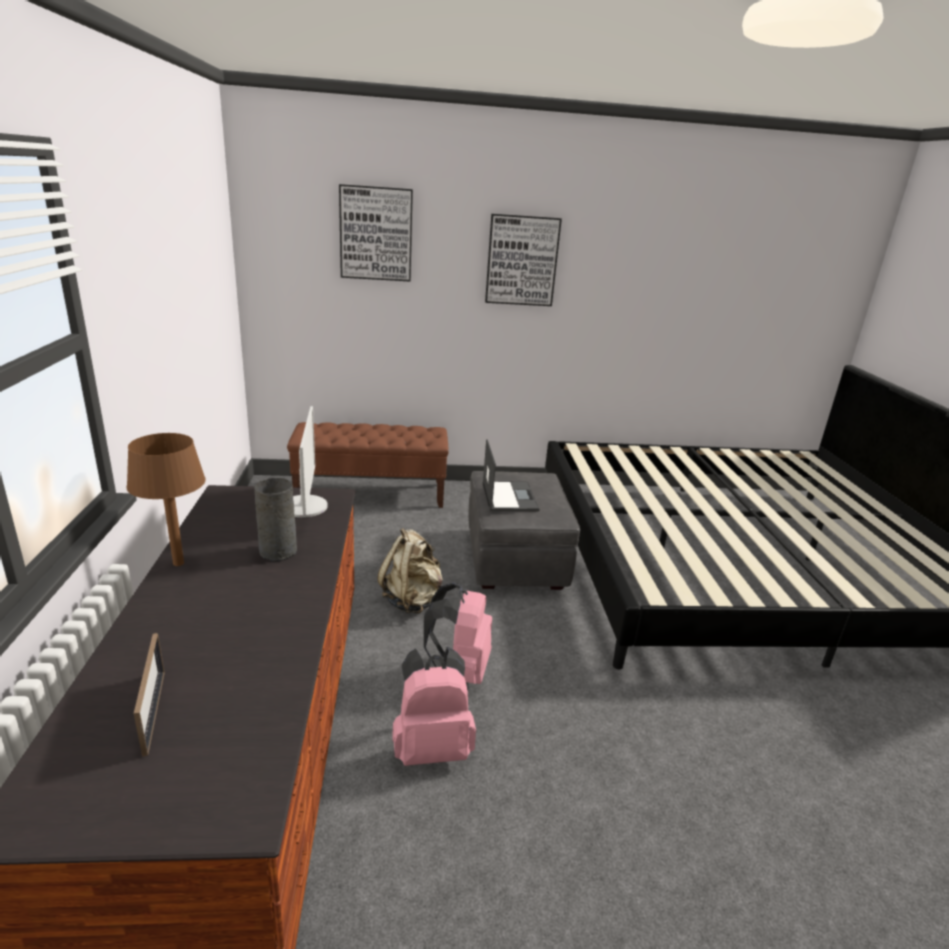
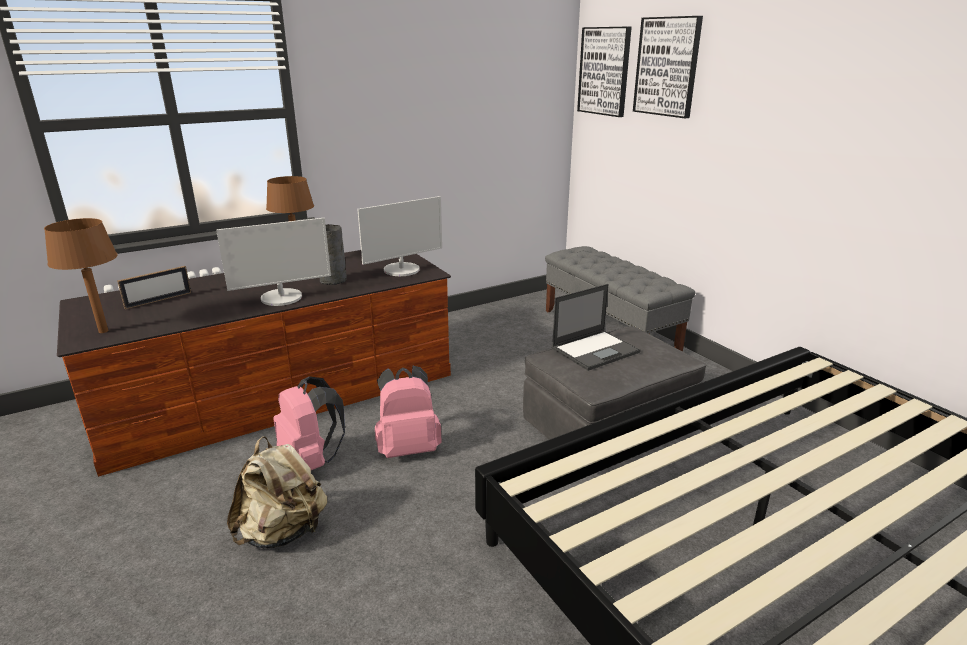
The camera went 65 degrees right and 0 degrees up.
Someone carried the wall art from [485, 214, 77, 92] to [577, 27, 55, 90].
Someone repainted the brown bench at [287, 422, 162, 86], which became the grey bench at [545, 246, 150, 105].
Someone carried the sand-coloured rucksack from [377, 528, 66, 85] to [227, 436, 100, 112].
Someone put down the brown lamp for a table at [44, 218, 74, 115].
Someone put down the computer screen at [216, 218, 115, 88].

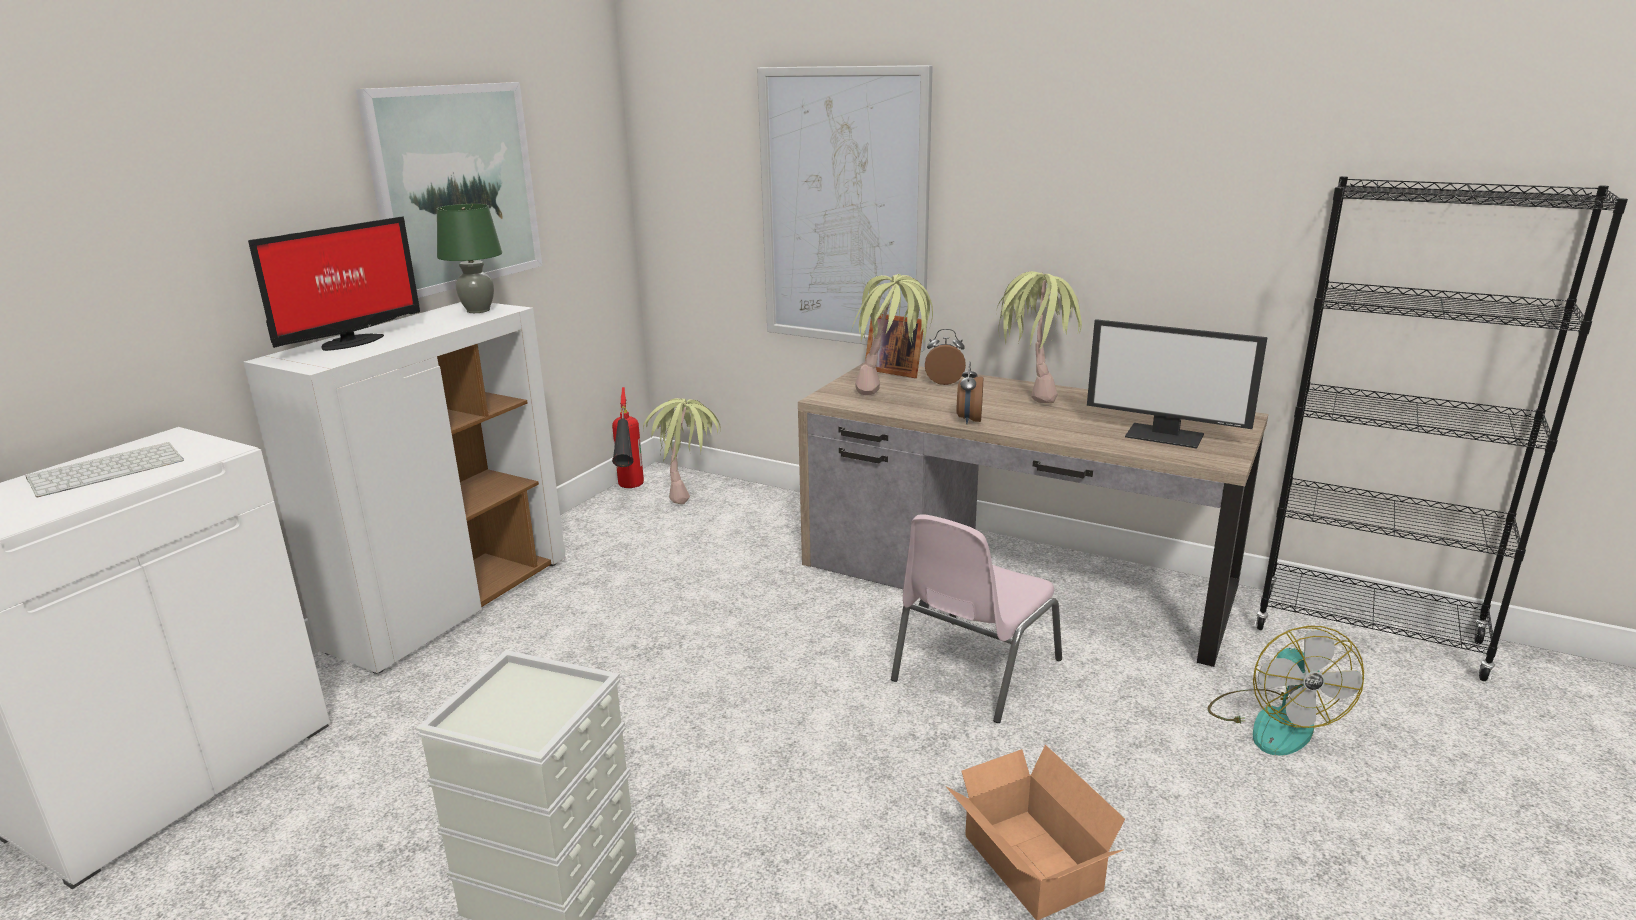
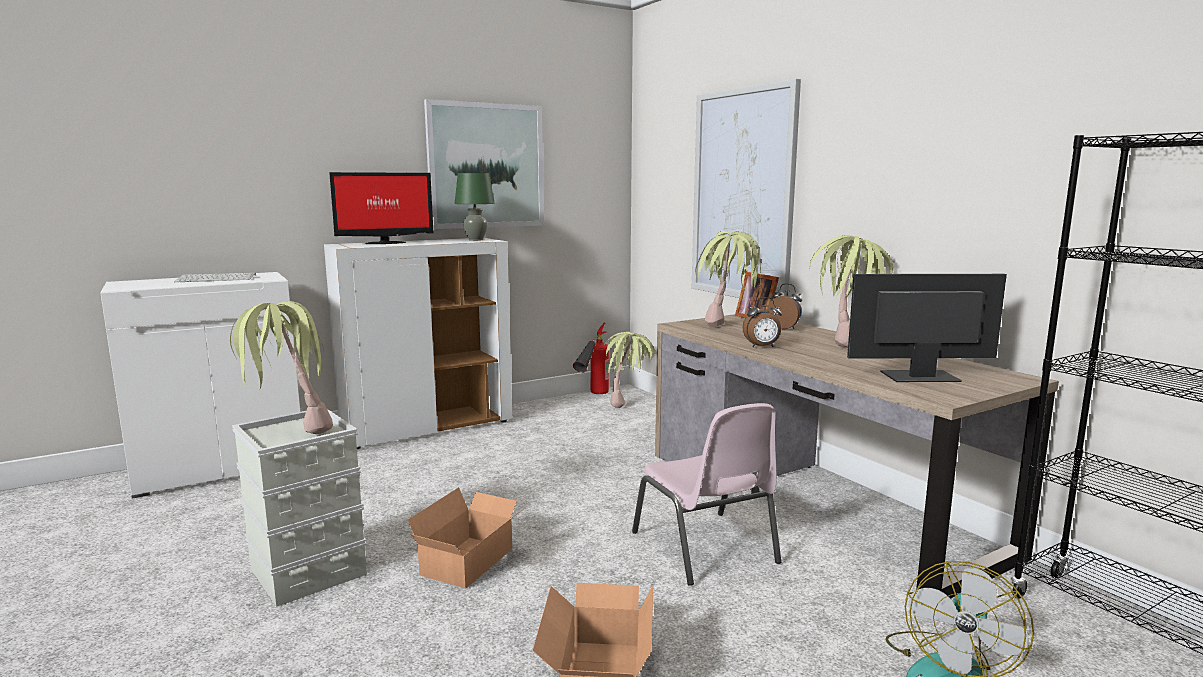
The camera went 30 degrees right and 10 degrees down.
Someone rotated the computer screen at [1087, 319, 181, 129] by 120 degrees clockwise.
Someone rotated the alarm clock at [957, 361, 26, 63] by 135 degrees counterclockwise.
Someone rotated the pink plain chair at [891, 515, 171, 208] by 90 degrees counterclockwise.
Someone put down the plant in a pot at [230, 301, 103, 133].
Someone put down the carton at [408, 487, 115, 101].

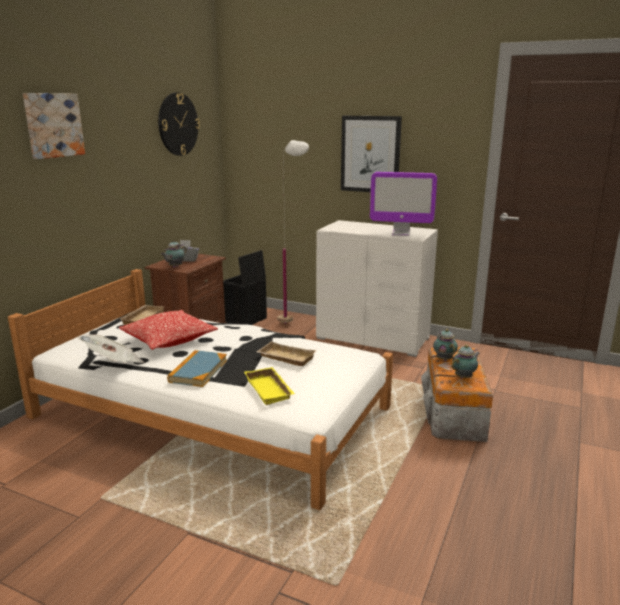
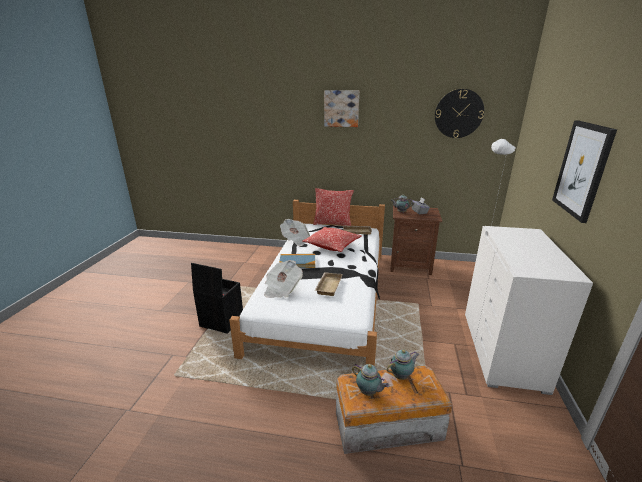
The camera went 75 degrees right and 5 degrees up.
Someone took away the computer screen at [370, 172, 67, 64].
Someone carried the black-coloured storage container from [223, 250, 44, 75] to [191, 263, 52, 71].
Someone swapped the yellowish carrying tray at [244, 367, 51, 38] for the daily paper at [264, 260, 39, 38].
Someone put down the pillow at [313, 188, 41, 38].

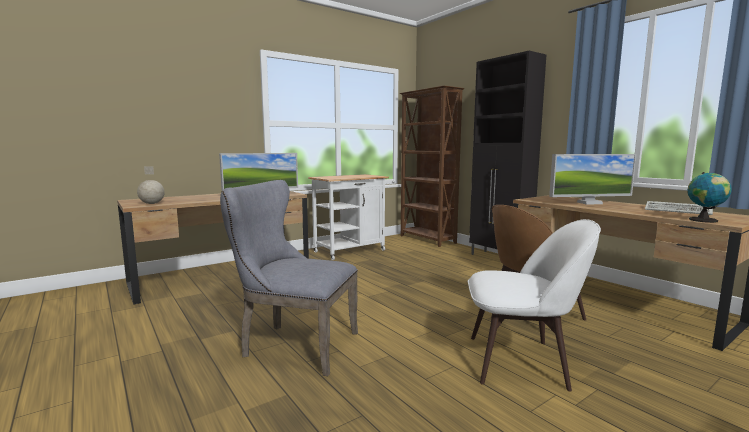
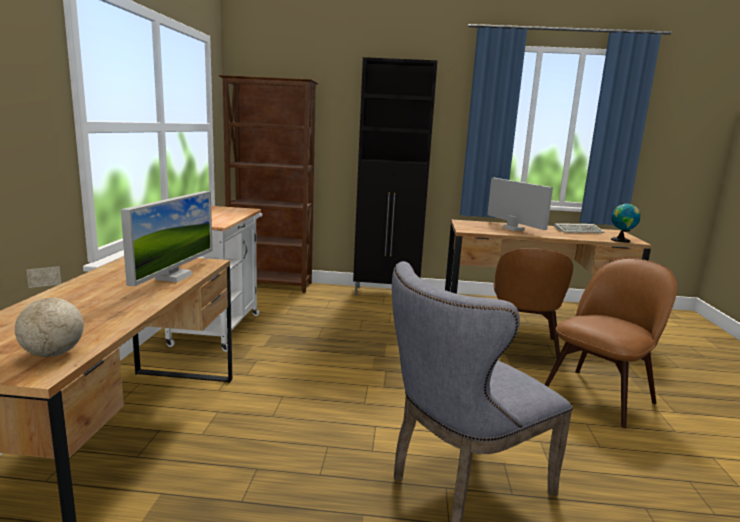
The camera went 50 degrees left and 5 degrees up.
Someone rotated the computer screen at [549, 154, 88, 51] by 60 degrees counterclockwise.
Someone repainted the white plain chair at [468, 219, 133, 173], which became the brown plain chair at [544, 258, 133, 170].

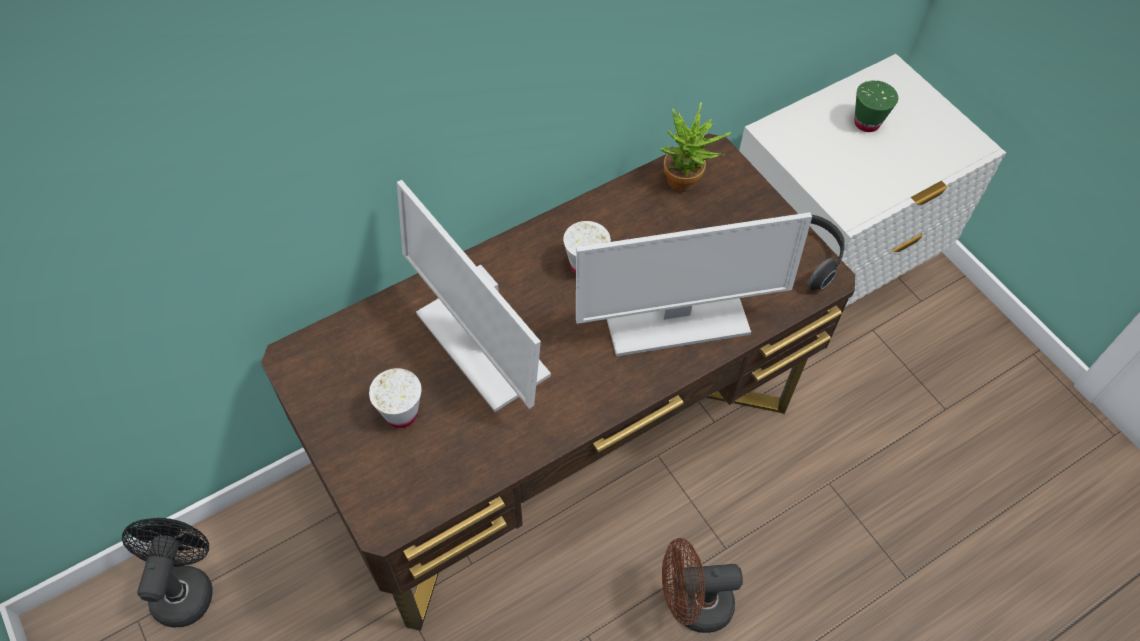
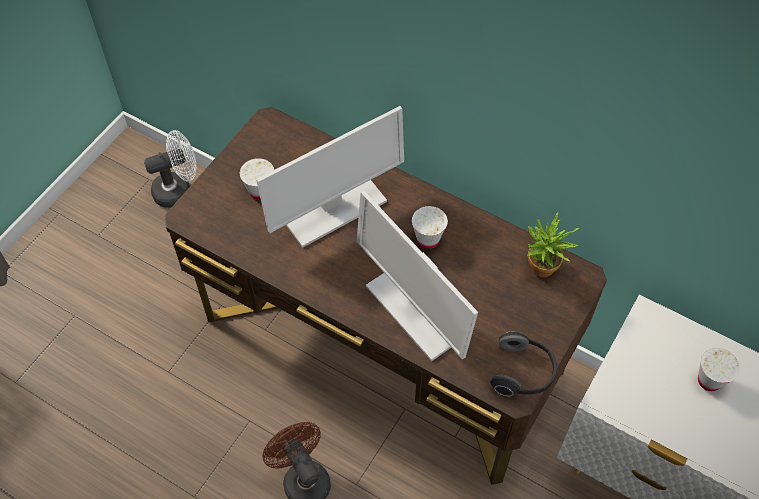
The camera went 65 degrees right and 0 degrees up.
Someone repainted the greenish drinking cup at [854, 80, 44, 52], which became the white drinking cup at [698, 348, 42, 43].
Someone rotated the computer screen at [397, 180, 154, 232] by 150 degrees counterclockwise.
Someone repainted the black-coloured electric fan at [122, 518, 91, 109], which became the white electric fan at [144, 130, 53, 78].

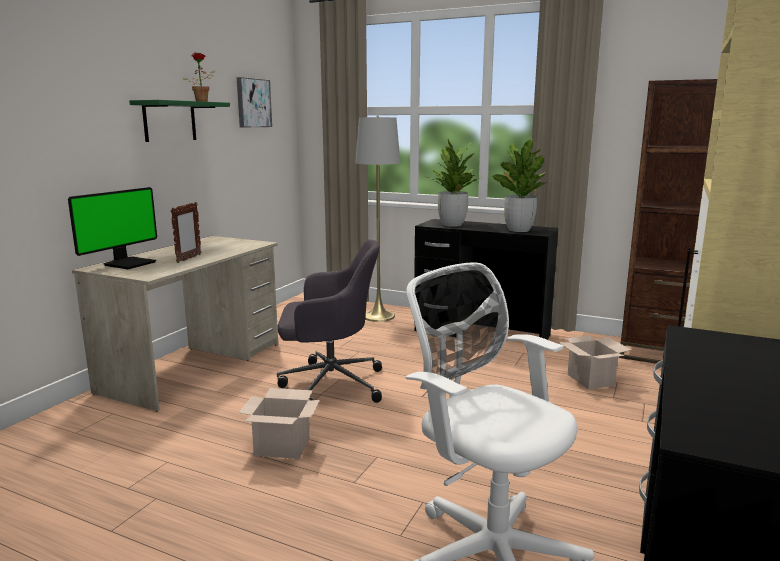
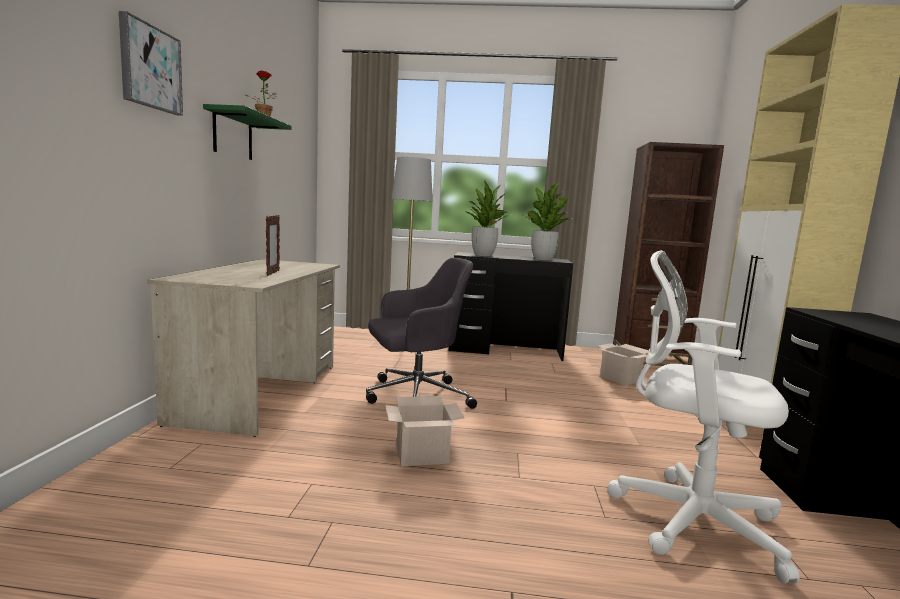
The camera went 20 degrees left and 5 degrees down.
Someone carried the wall art from [237, 77, 35, 50] to [119, 11, 64, 105].
Someone took away the computer screen at [68, 187, 89, 82].

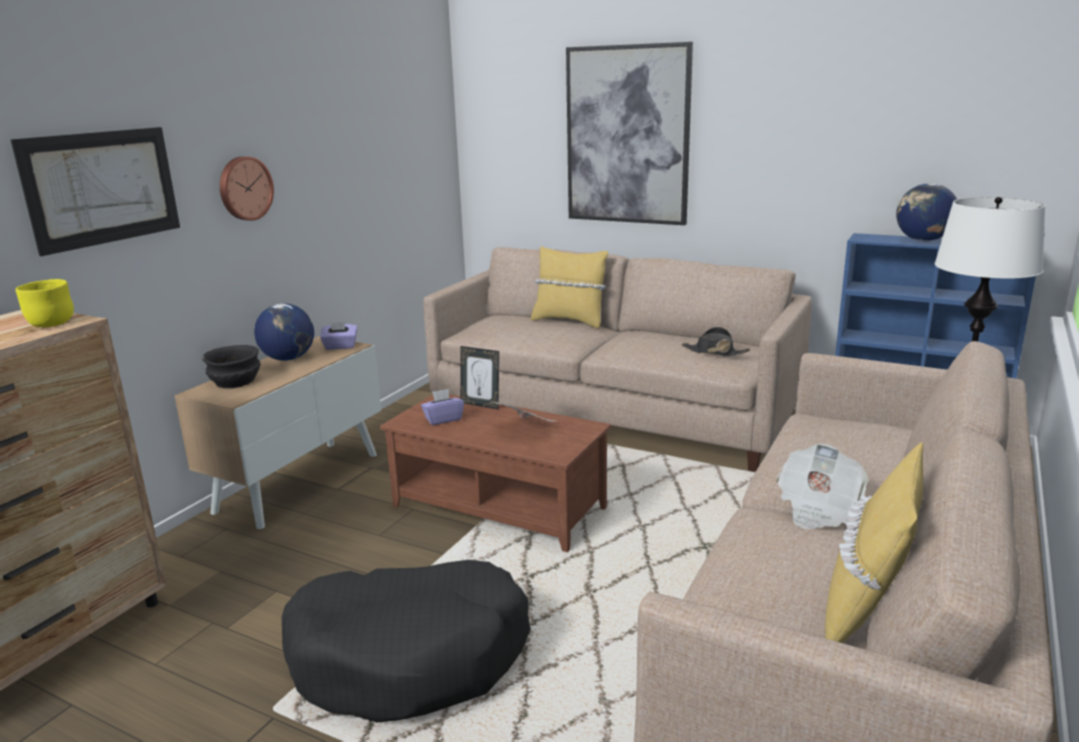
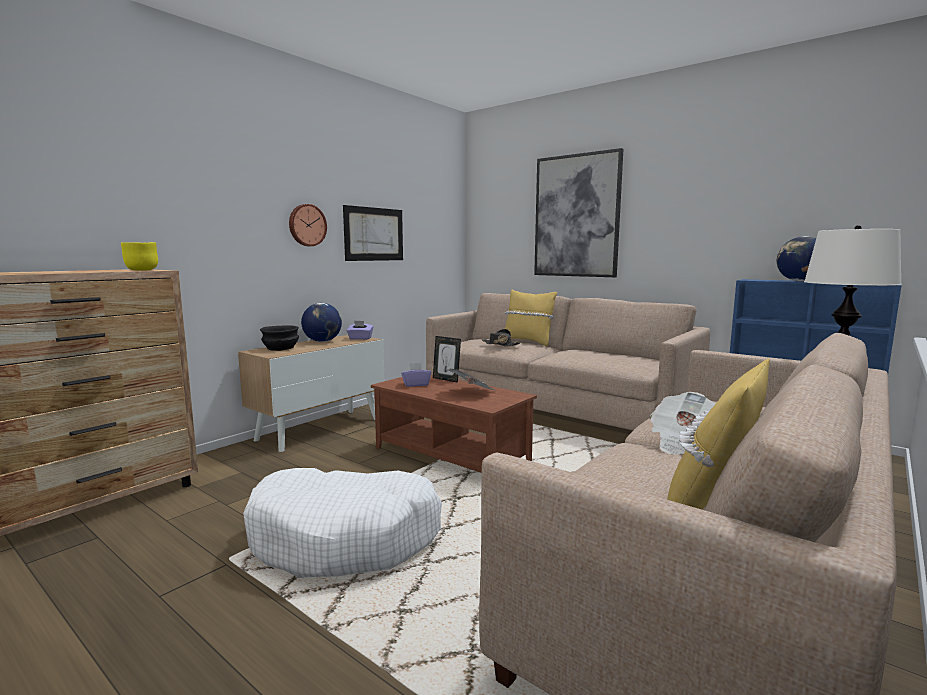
The camera went 10 degrees right and 10 degrees down.
Someone carried the wall art from [11, 127, 169, 129] to [343, 205, 60, 56].
Someone carried the black-coloured hat from [682, 327, 68, 30] to [482, 329, 39, 17].
Someone repainted the black-coloured pet bed at [282, 560, 248, 163], which became the white pet bed at [243, 468, 199, 110].

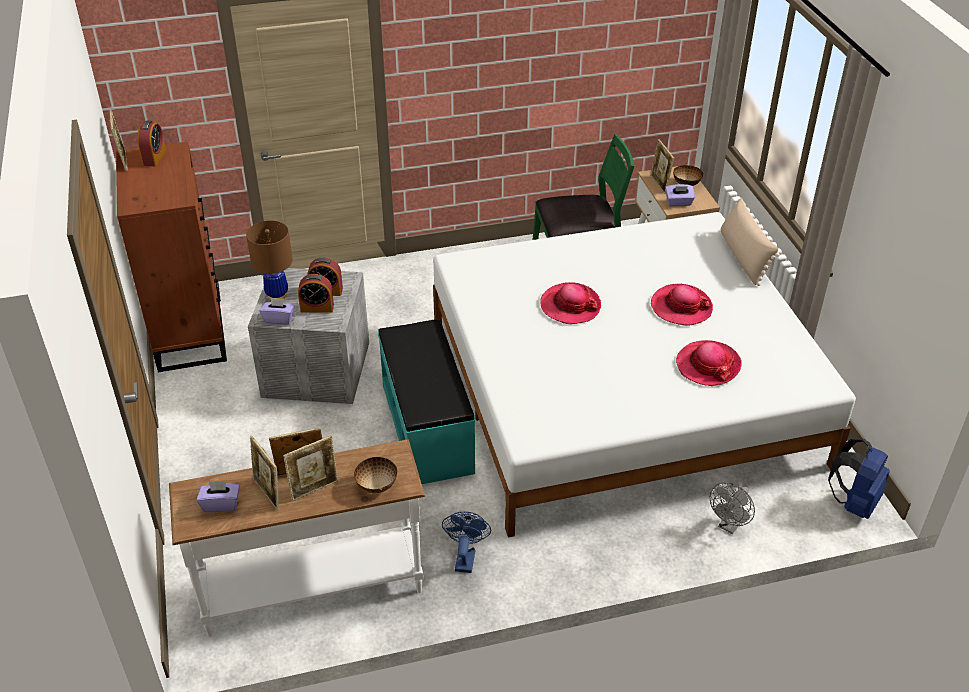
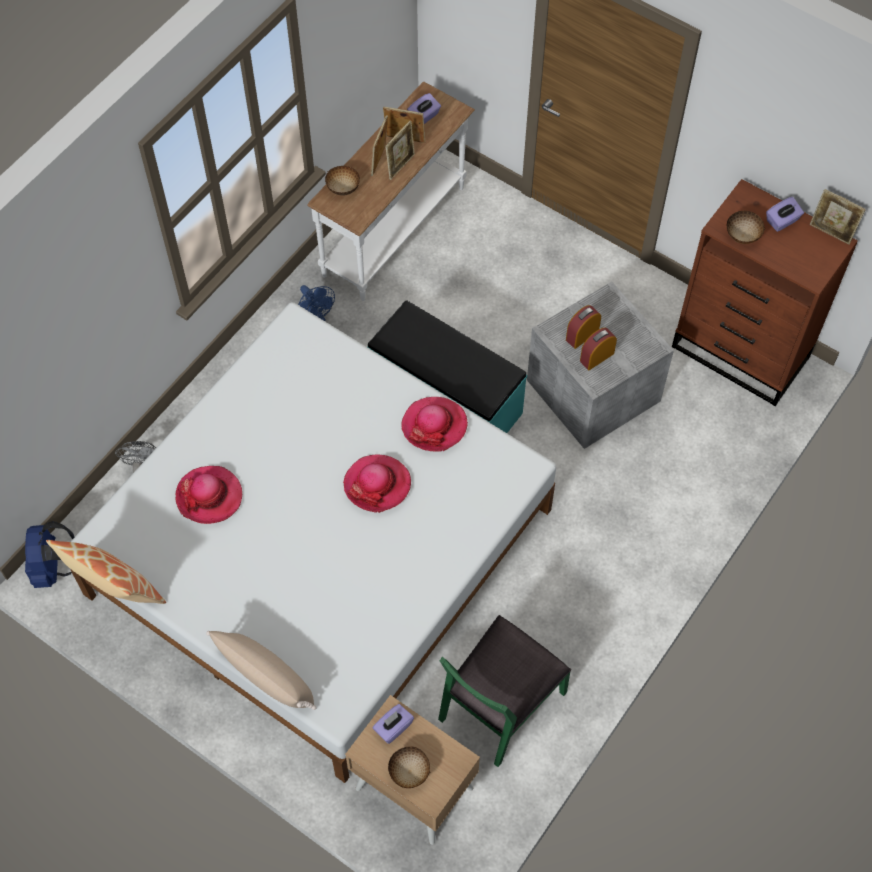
The camera went 140 degrees right and 20 degrees up.
Someone took away the alarm clock at [138, 121, 28, 45].
Someone took away the photo frame at [650, 139, 24, 55].
Someone took away the brown lamp for a table at [246, 221, 47, 79].
Someone carried the hat from [651, 284, 62, 42] to [401, 397, 67, 55].
Someone carried the purplish tissue holder from [260, 298, 35, 27] to [766, 197, 38, 35].
Someone put down the bowl at [727, 211, 38, 33].
Someone put down the pillow at [46, 540, 120, 64].

